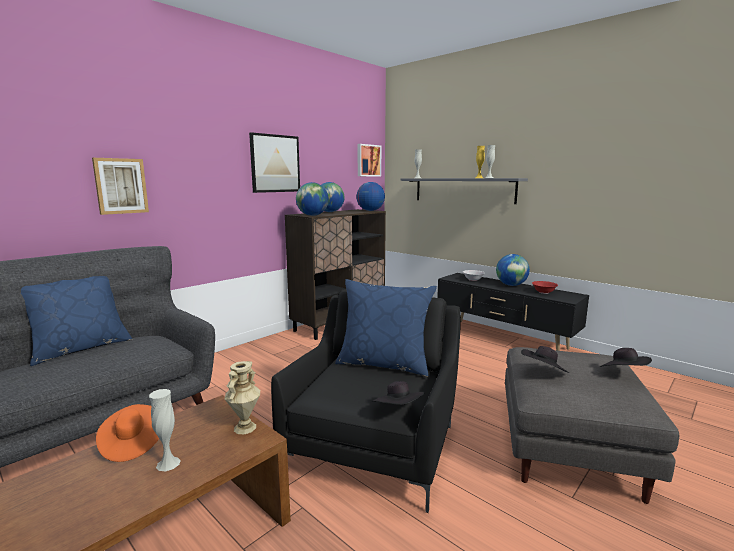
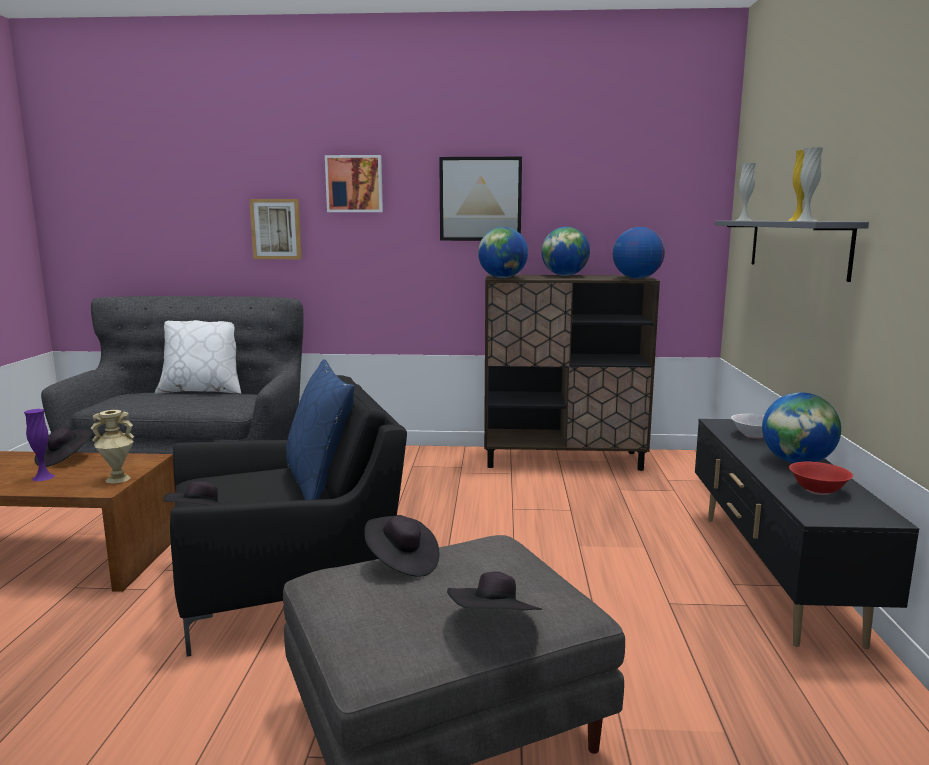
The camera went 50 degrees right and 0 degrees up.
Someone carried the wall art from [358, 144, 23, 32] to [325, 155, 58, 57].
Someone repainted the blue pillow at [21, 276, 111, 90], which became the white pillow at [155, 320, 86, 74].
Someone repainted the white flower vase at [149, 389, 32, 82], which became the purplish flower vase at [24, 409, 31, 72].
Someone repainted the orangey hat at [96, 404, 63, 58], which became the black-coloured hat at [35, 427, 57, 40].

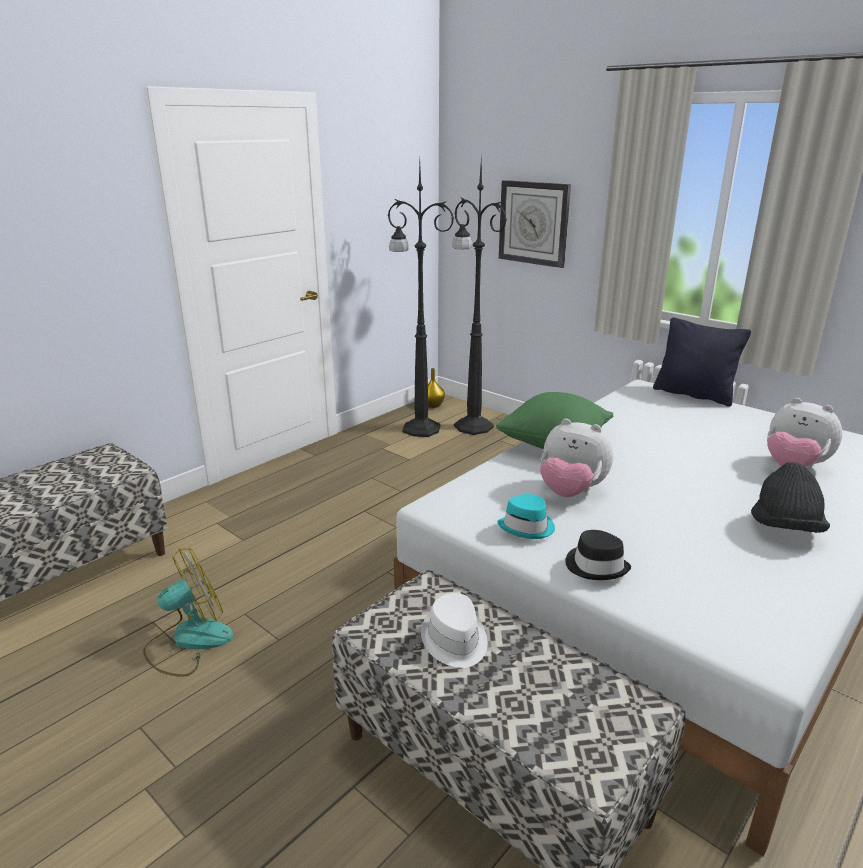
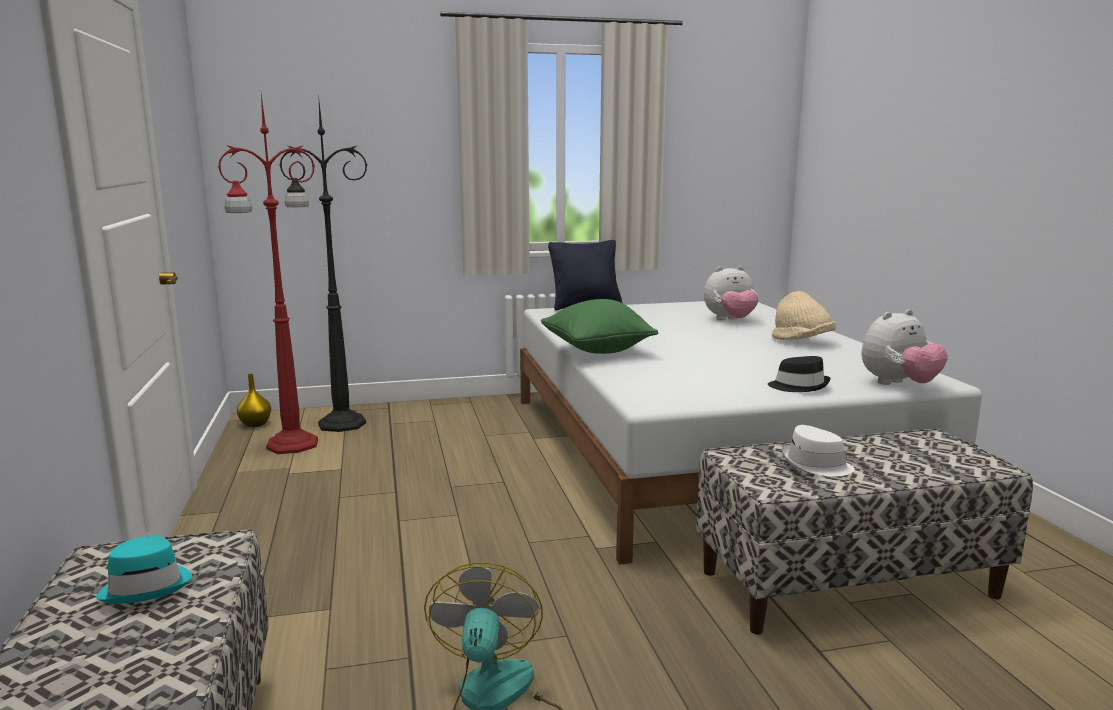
The camera went 55 degrees left and 10 degrees down.
Someone repainted the black-coloured standard lamp at [388, 163, 66, 274], which became the reddish standard lamp at [218, 94, 100, 360].
Someone took away the hanging clock at [499, 180, 72, 88].
Someone carried the plush toy from [540, 419, 73, 78] to [862, 309, 86, 76].
Someone repainted the black-coloured hat at [751, 462, 79, 71], which became the sand-coloured hat at [772, 291, 64, 49].
Someone carried the turquoise-coloured hat from [497, 494, 58, 45] to [96, 536, 96, 68].

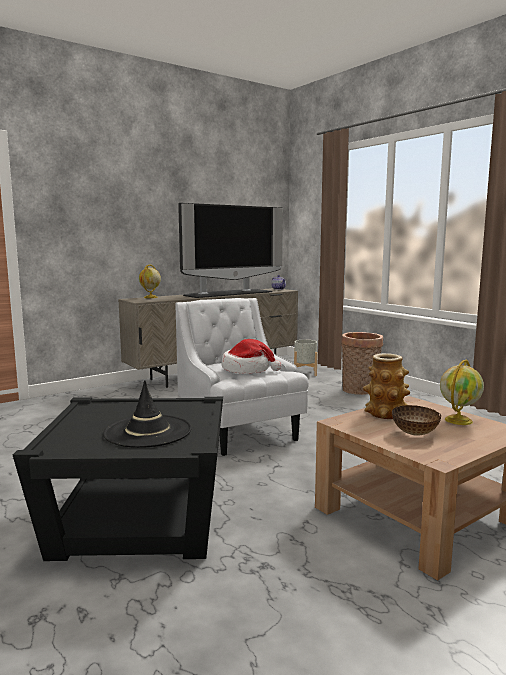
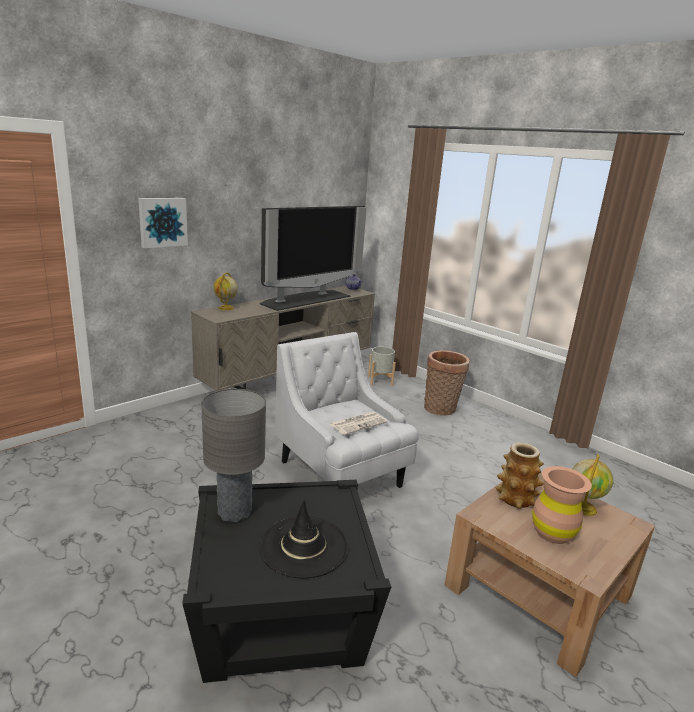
The camera went 10 degrees left and 10 degrees up.
Someone swapped the hat at [221, 339, 61, 35] for the daily paper at [330, 412, 57, 23].
Someone swapped the bowl at [392, 405, 49, 31] for the brown flower vase at [532, 466, 60, 78].
Someone put up the wall art at [138, 198, 50, 50].
Someone put down the grey lamp for a table at [201, 389, 65, 133].

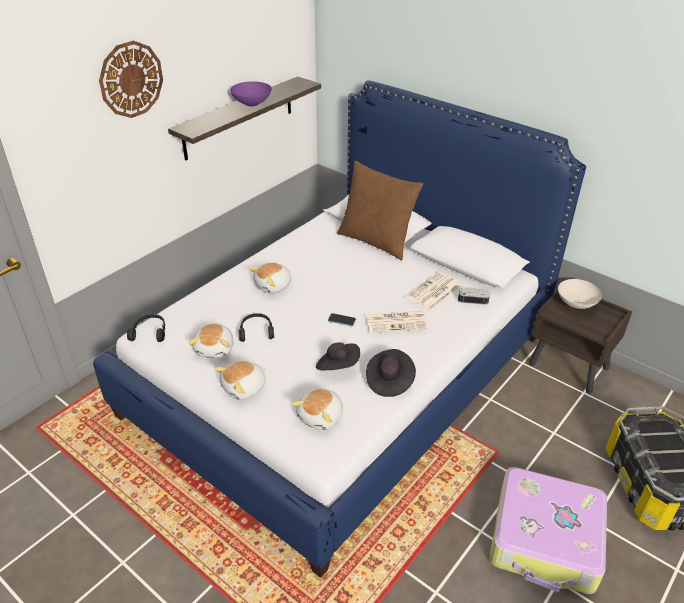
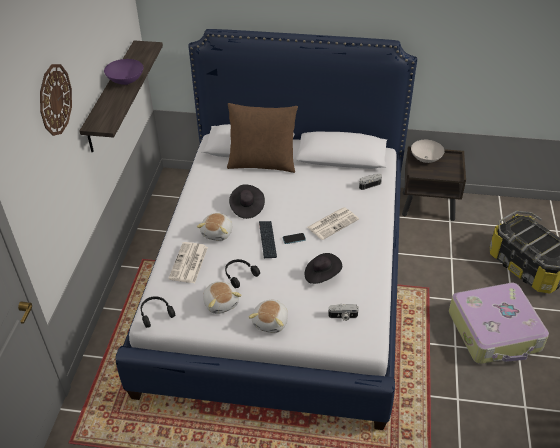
The camera went 30 degrees left and 5 degrees up.
Someone carried the daily paper from [406, 272, 55, 38] to [168, 242, 40, 41].
Someone carried the black-coloured hat from [366, 349, 50, 48] to [229, 184, 36, 35].
Someone swapped the plush toy at [291, 389, 52, 41] for the photo camera at [328, 304, 31, 17].
Someone put down the computer keyboard at [259, 221, 18, 37].

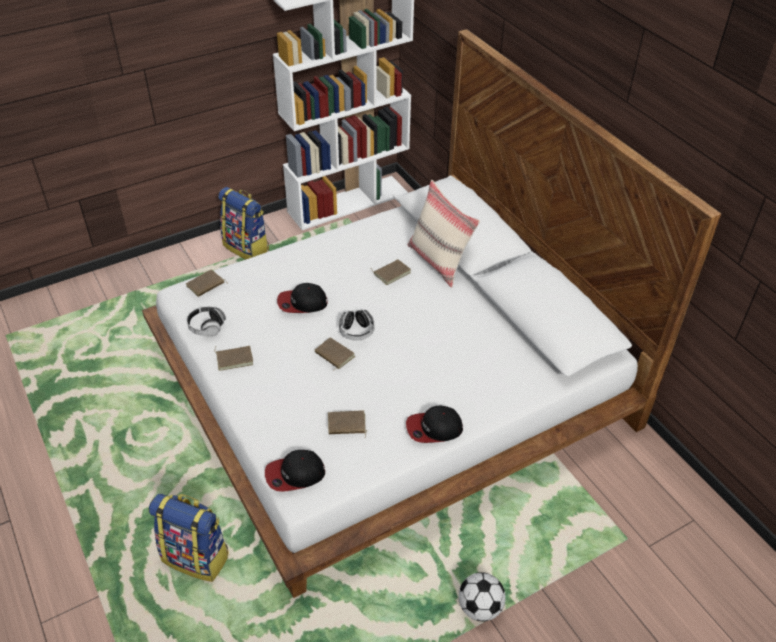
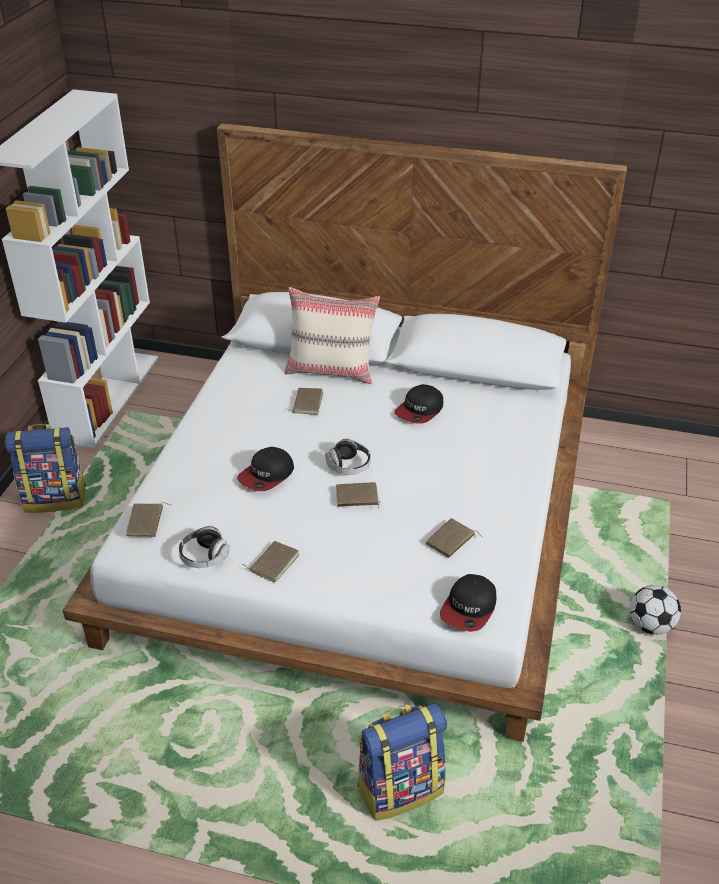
The camera went 45 degrees left and 5 degrees down.
Someone carried the baseball cap from [406, 406, 57, 37] to [395, 384, 48, 40].

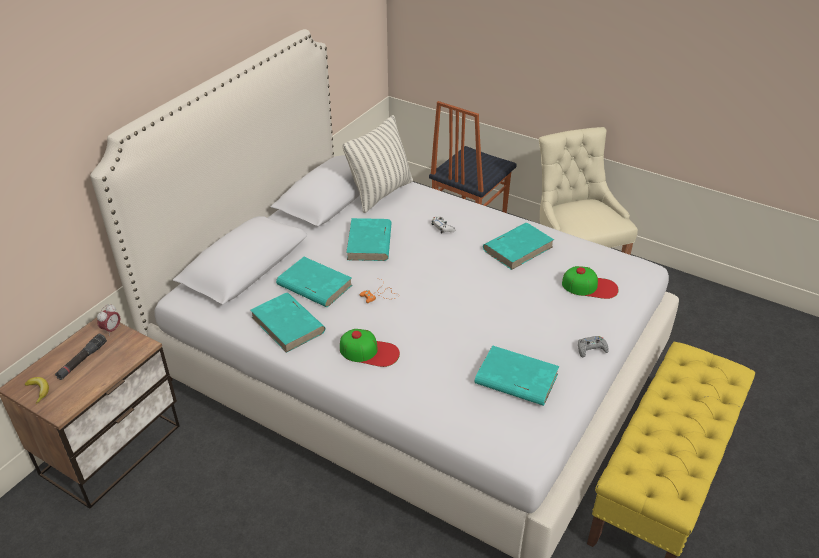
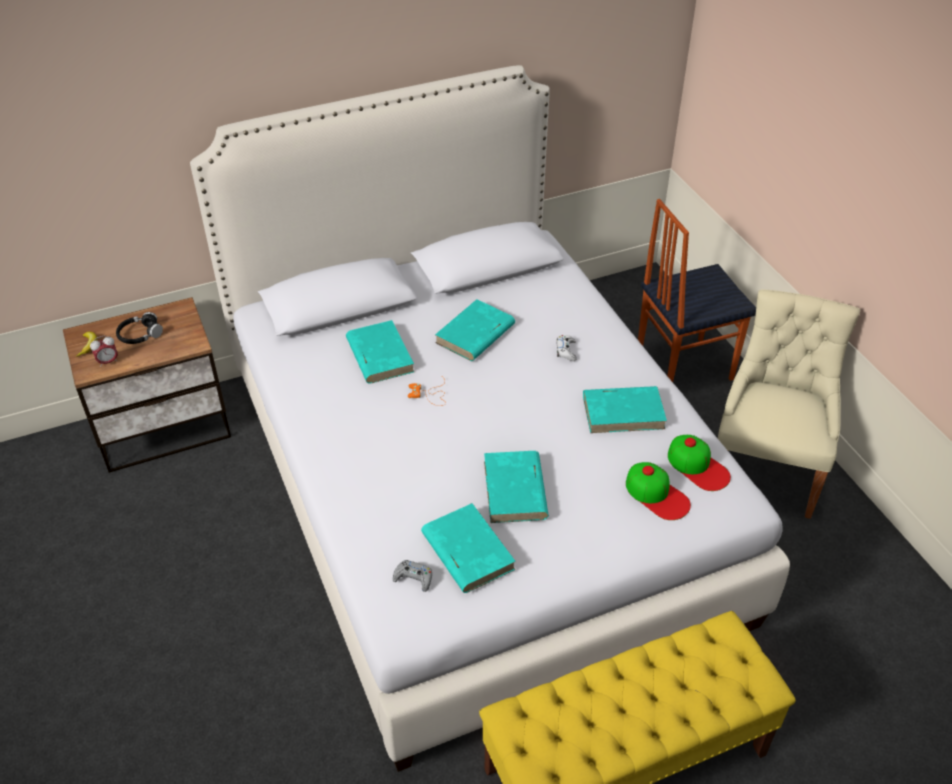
The camera went 35 degrees right and 5 degrees up.
Someone took away the pillow at [343, 115, 70, 98].
Someone carried the turquoise-coloured volume from [251, 293, 75, 60] to [484, 451, 65, 72].
Someone carried the alarm clock from [97, 304, 23, 32] to [90, 336, 28, 30].
Someone carried the baseball cap from [340, 329, 60, 38] to [668, 435, 63, 56].
Someone swapped the black-coloured hand torch at [55, 334, 52, 46] for the black-coloured headset at [116, 312, 47, 32].
Someone carried the grey gamepad from [578, 336, 31, 21] to [393, 560, 39, 32].

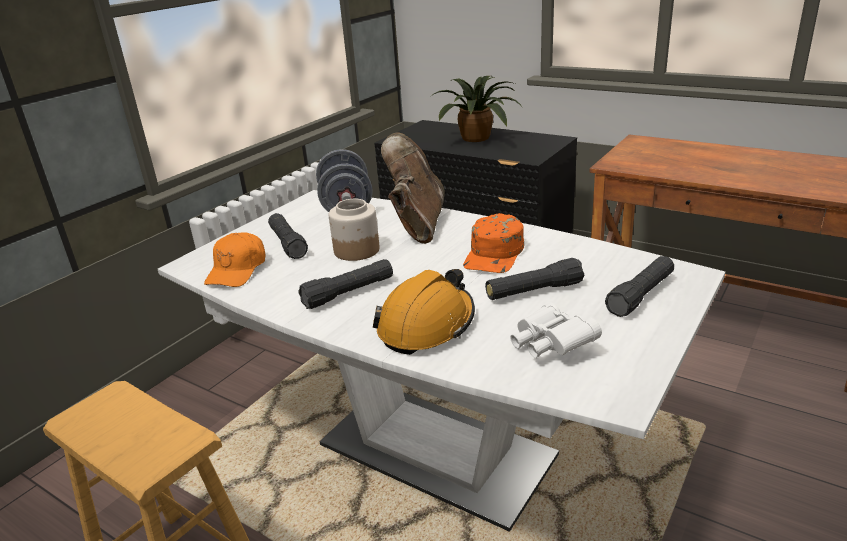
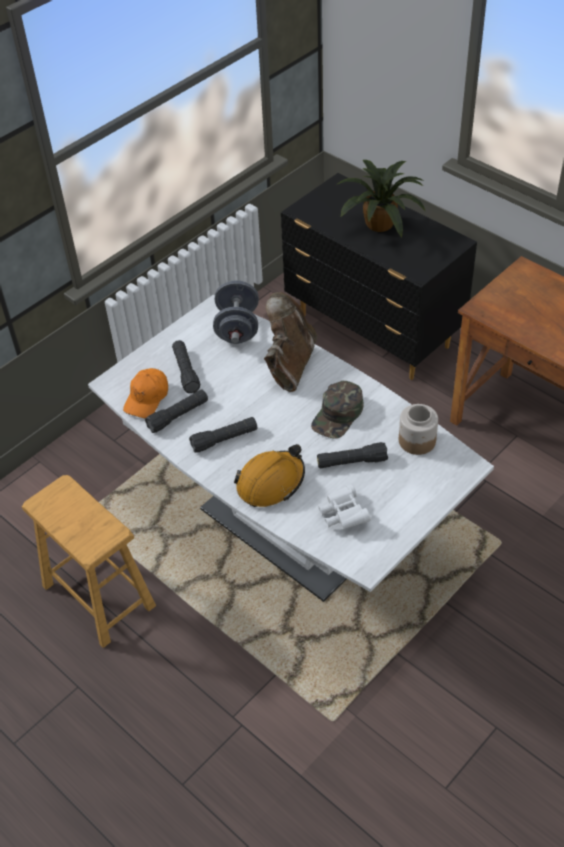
The camera went 10 degrees right and 20 degrees up.
Someone carried the preserve jar from [329, 199, 51, 62] to [399, 404, 39, 51].
Someone repainted the orangey baseball cap at [463, 213, 61, 60], which became the greenish baseball cap at [311, 381, 52, 58].
Someone carried the black-coloured hand torch from [605, 256, 69, 61] to [145, 390, 63, 43].

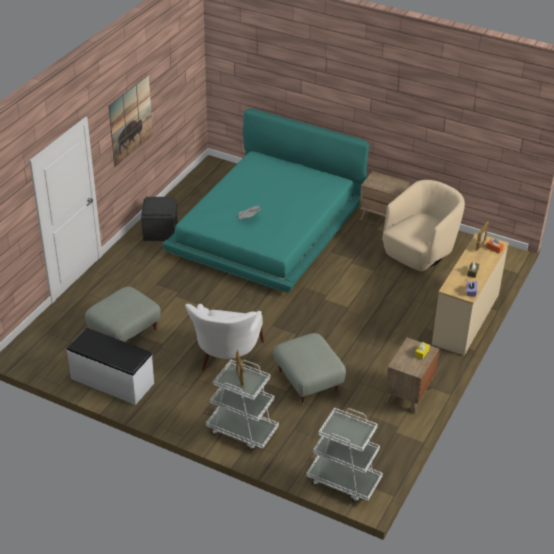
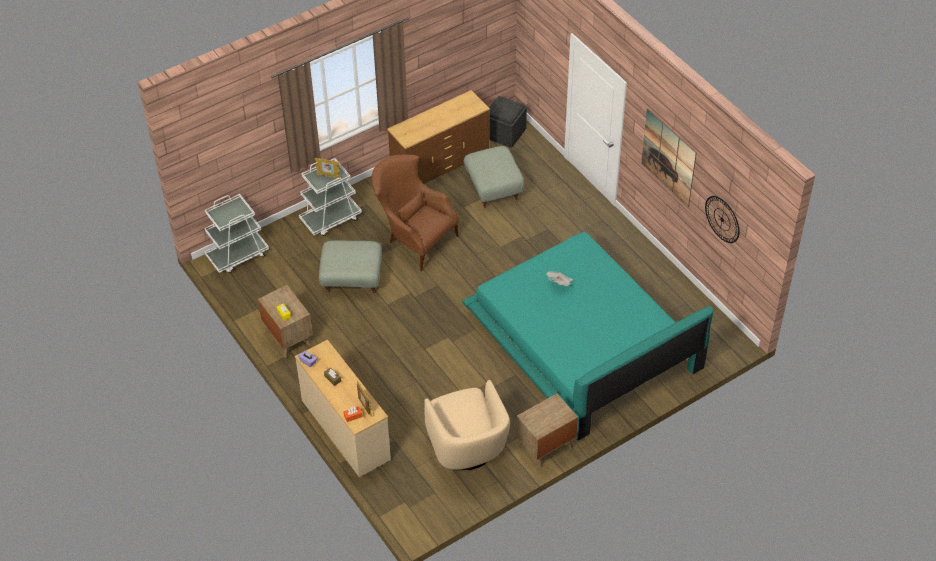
The camera went 120 degrees right and 10 degrees up.
Someone carried the grey ottoman from [141, 197, 37, 44] to [489, 96, 38, 52].
Someone repainted the white armchair at [185, 304, 79, 67], which became the brown armchair at [372, 155, 87, 116].
Someone swapped the white bench at [67, 328, 87, 77] for the brown drawer chest at [387, 90, 103, 94].
Someone put up the hanging clock at [705, 196, 34, 47].

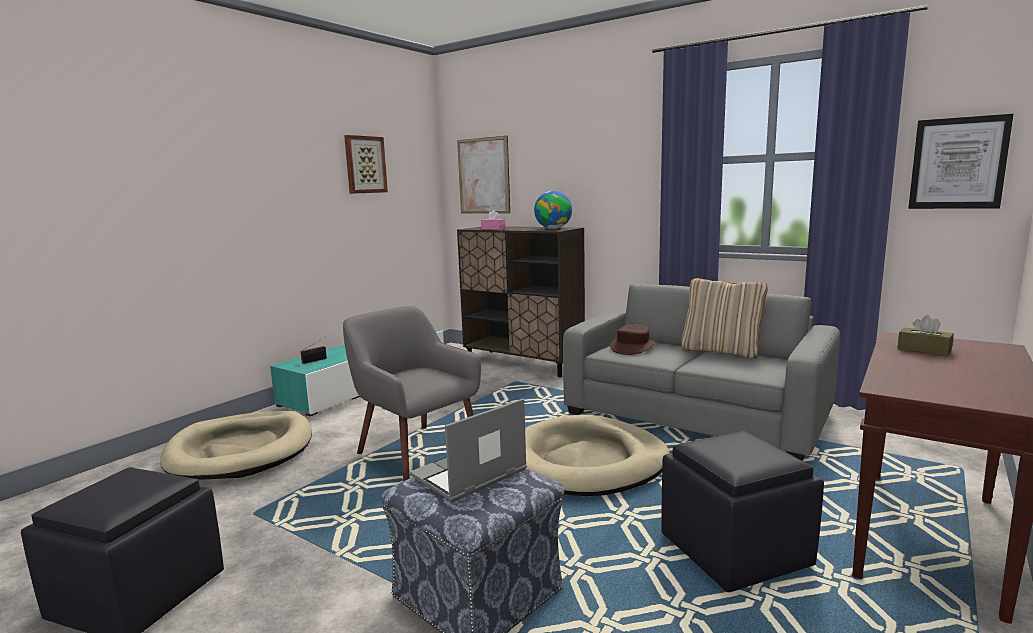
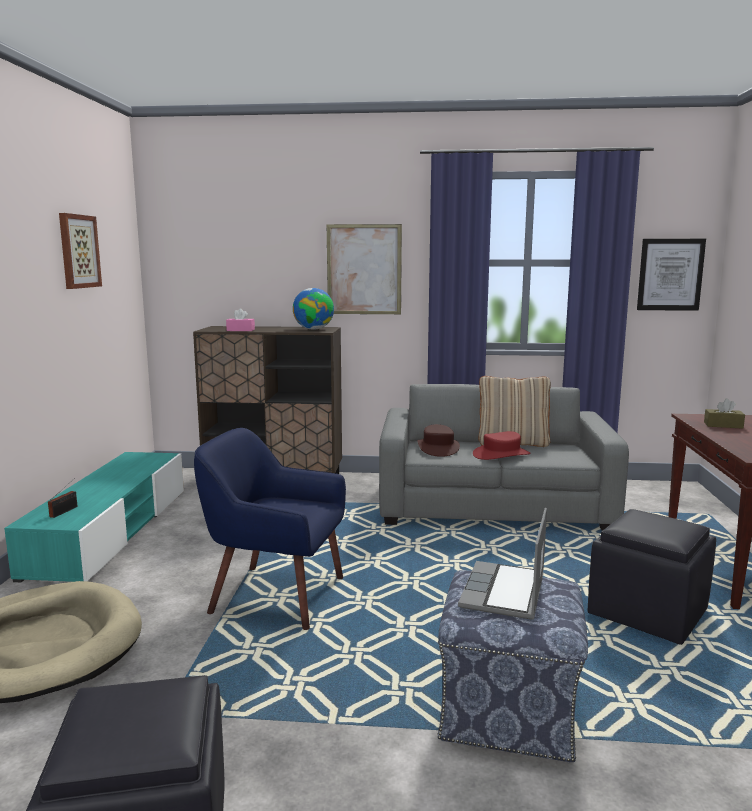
The camera went 30 degrees left and 0 degrees up.
Someone carried the wall art from [457, 136, 53, 77] to [327, 224, 75, 90].
Someone repainted the grey armchair at [343, 306, 138, 175], which became the blue armchair at [194, 428, 152, 202].
Someone took away the sand-coloured pet bed at [525, 415, 145, 81].
Someone put down the reddish hat at [473, 431, 57, 29].

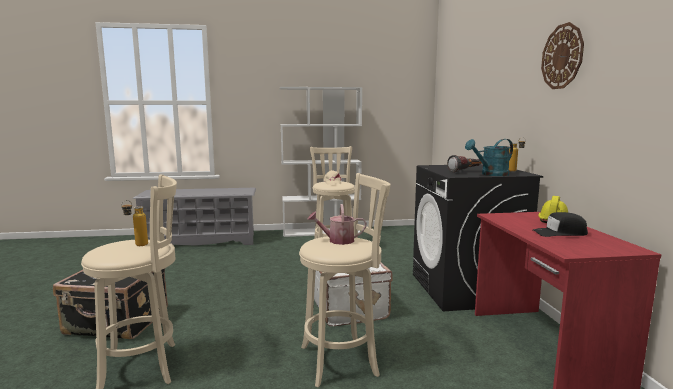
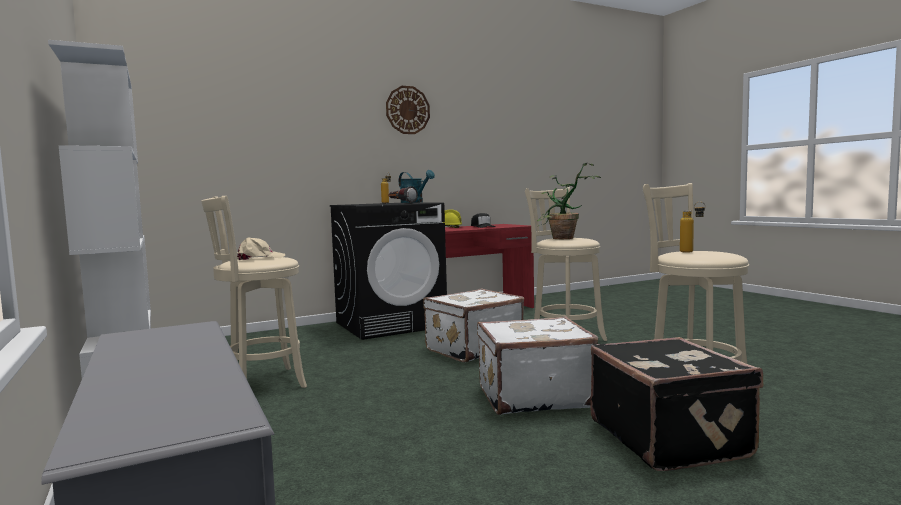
The camera went 110 degrees left and 5 degrees down.
Someone swapped the watering pot at [307, 204, 59, 41] for the plant in a pot at [537, 163, 64, 76].
Someone put down the white travel case at [477, 316, 121, 99].

